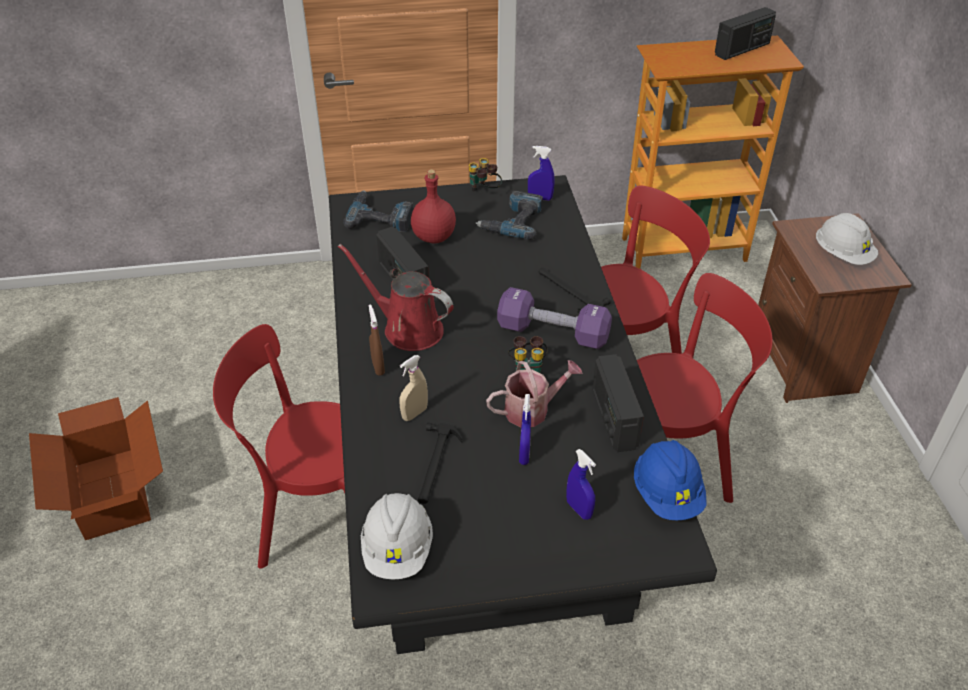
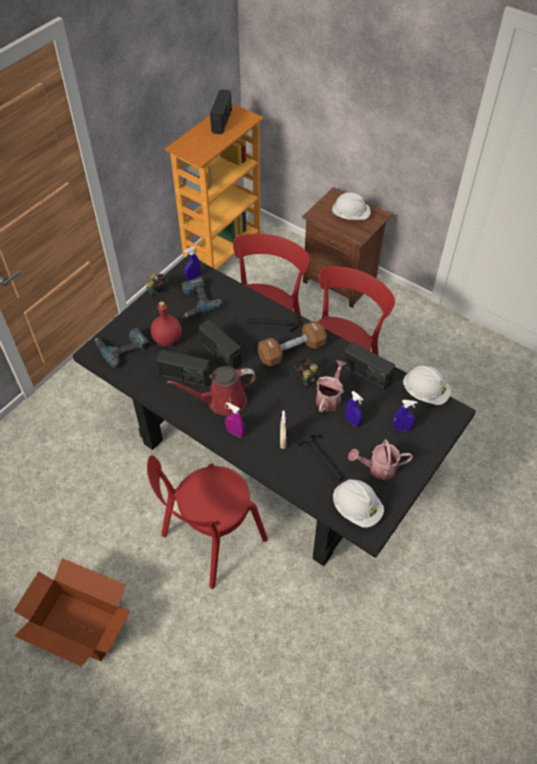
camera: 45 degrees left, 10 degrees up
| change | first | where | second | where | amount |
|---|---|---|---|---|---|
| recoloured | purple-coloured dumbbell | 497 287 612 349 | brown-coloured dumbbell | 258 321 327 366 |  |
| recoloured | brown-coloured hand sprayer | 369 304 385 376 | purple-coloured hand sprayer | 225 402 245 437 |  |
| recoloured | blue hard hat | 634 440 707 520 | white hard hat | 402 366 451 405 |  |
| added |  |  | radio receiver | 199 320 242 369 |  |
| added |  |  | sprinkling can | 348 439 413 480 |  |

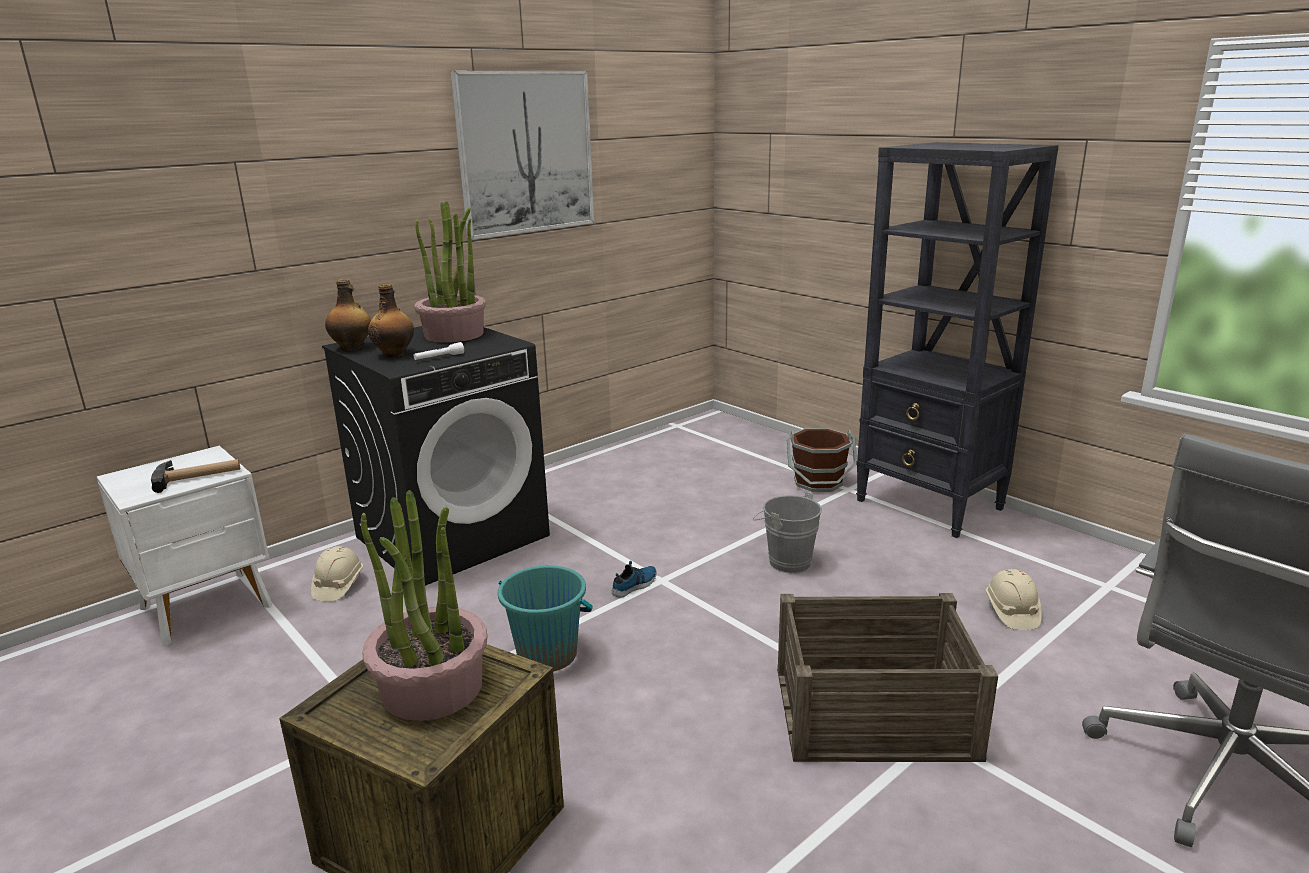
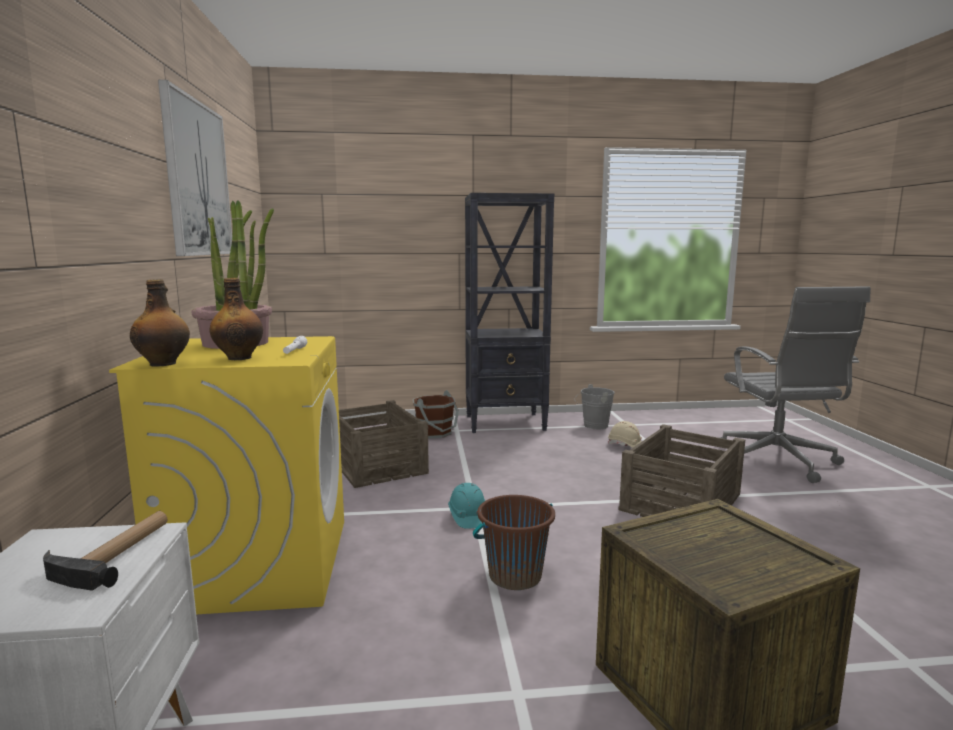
camera: 55 degrees left, 10 degrees down
| change | first | where | second | where | amount |
|---|---|---|---|---|---|
| recoloured | blackish washing machine | 322 326 550 586 | yellow washing machine | 109 336 344 614 |  |
| removed | plant in a pot | 361 490 488 721 |  |  |  |
| moved | gray bucket | 753 491 822 573 |  | 574 384 614 429 |  |
| removed | sand-coloured hard hat | 311 546 363 602 |  |  |  |
| replaced | item of footwear | 612 561 657 598 | turquoise hard hat | 448 483 485 529 |  |
| recoloured | turquoise bucket | 498 565 593 671 | brown-coloured bucket | 473 495 555 590 |  |
| added |  |  | packing crate | 339 400 429 488 |  |

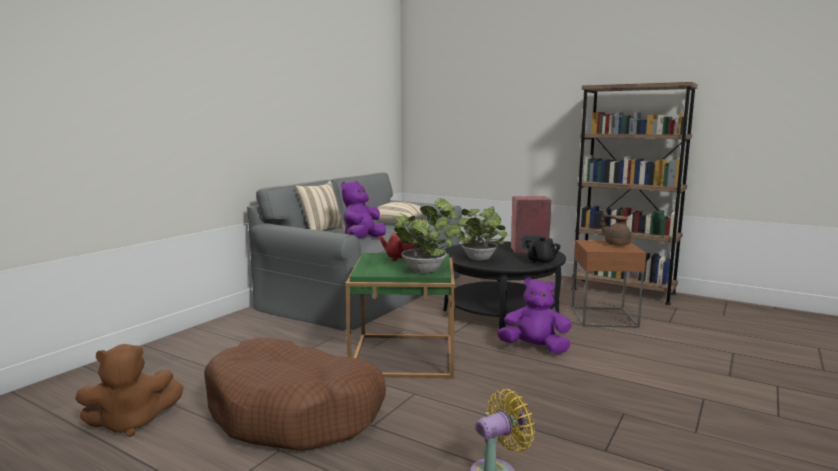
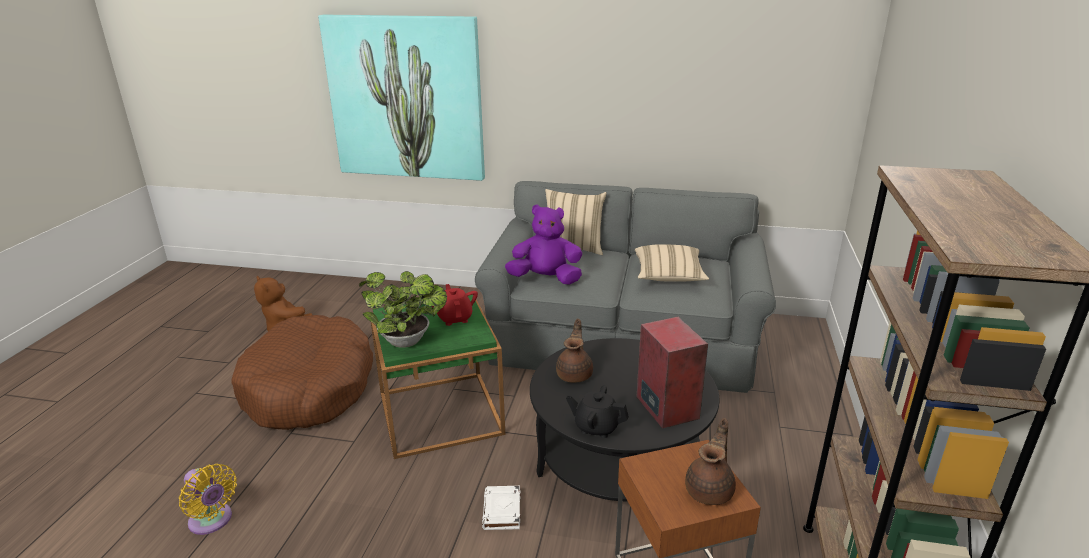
camera: 70 degrees right, 15 degrees up
| change | first | where | second | where | amount |
|---|---|---|---|---|---|
| replaced | plant in a pot | 457 206 508 261 | brown-coloured pot for tea | 556 319 593 383 |  |
| replaced | purple-coloured cuddly toy | 497 277 571 354 | white book | 482 486 520 530 |  |
| added |  |  | wall art | 318 15 485 181 |  |

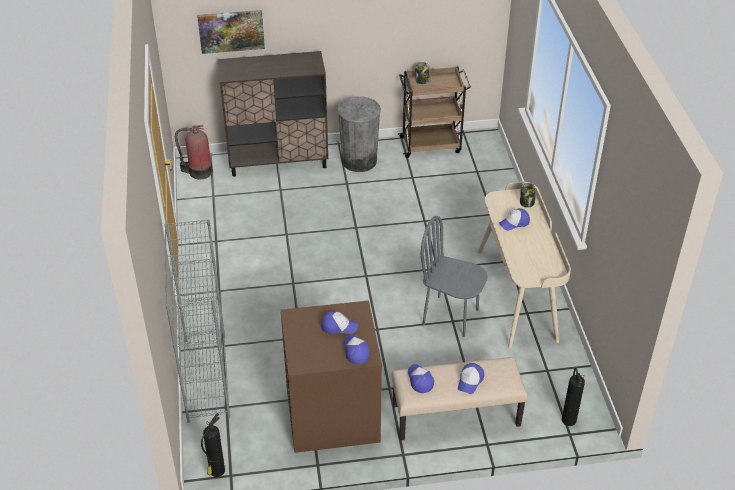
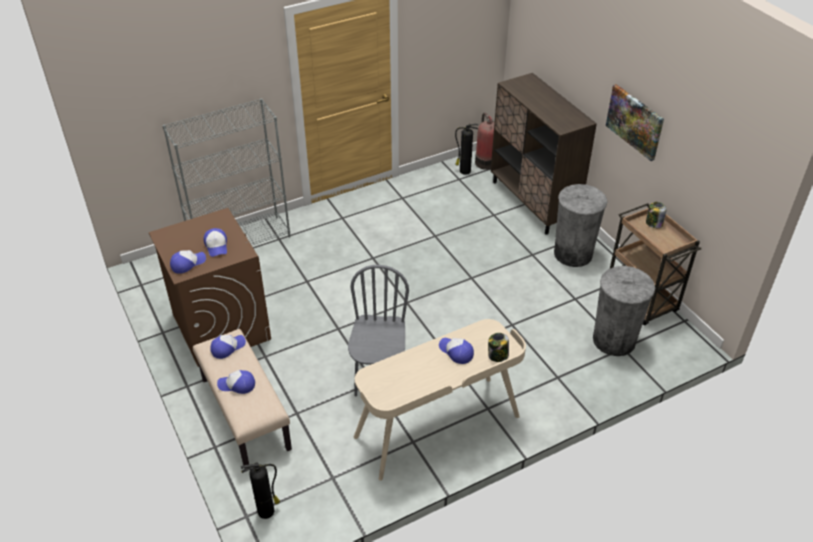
camera: 70 degrees right, 0 degrees up
| change | first | where | second | where | amount |
|---|---|---|---|---|---|
| moved | wall art | 197 10 265 54 |  | 606 84 664 161 |  |
| moved | fire-fighting cylinder | 201 413 225 477 |  | 455 123 478 175 |  |
| added |  |  | gray waste bin | 593 266 655 356 |  |

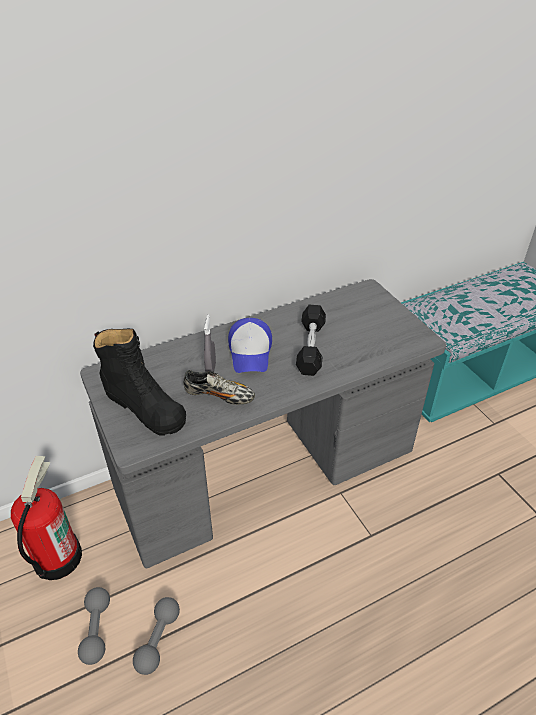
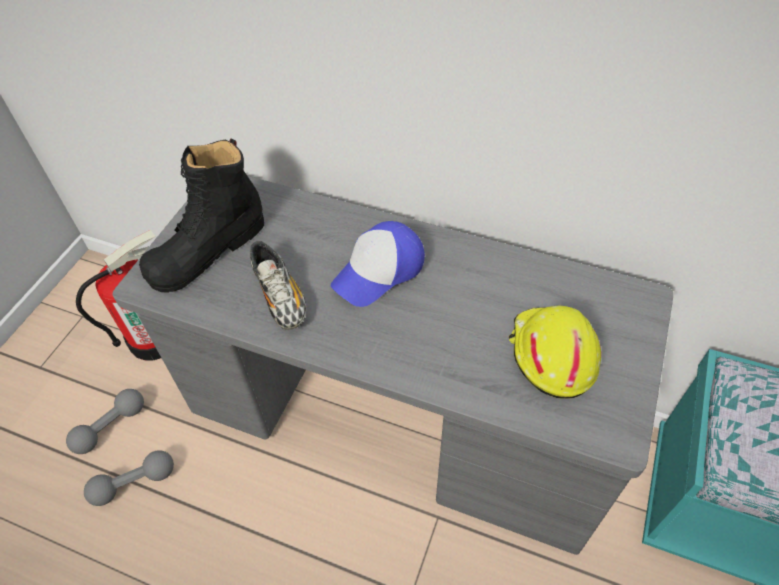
camera: 50 degrees right, 10 degrees up
| change | first | where | second | where | amount |
|---|---|---|---|---|---|
| removed | blackish dumbbell | 296 305 326 376 |  |  |  |
| removed | gray hand sprayer | 204 315 216 372 |  |  |  |
| turned | blackish high-top boot | 93 329 186 435 |  | 139 139 264 293 | 45 degrees clockwise |
| added |  |  | yellow hard hat | 509 305 601 399 |  |

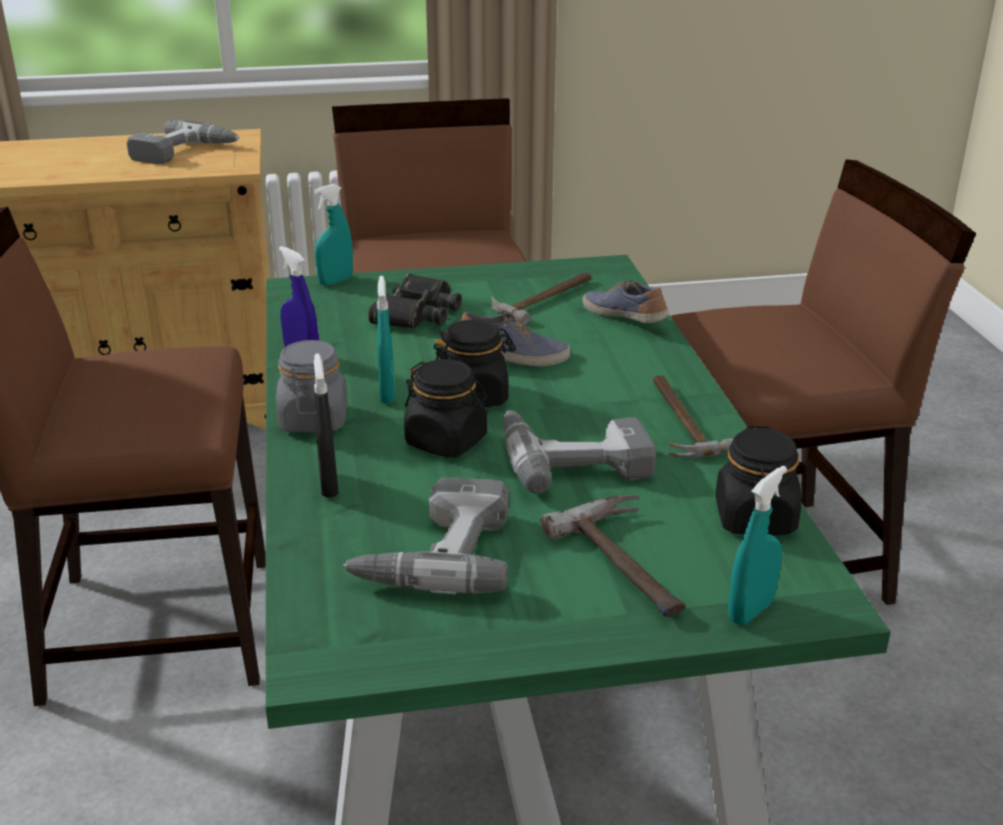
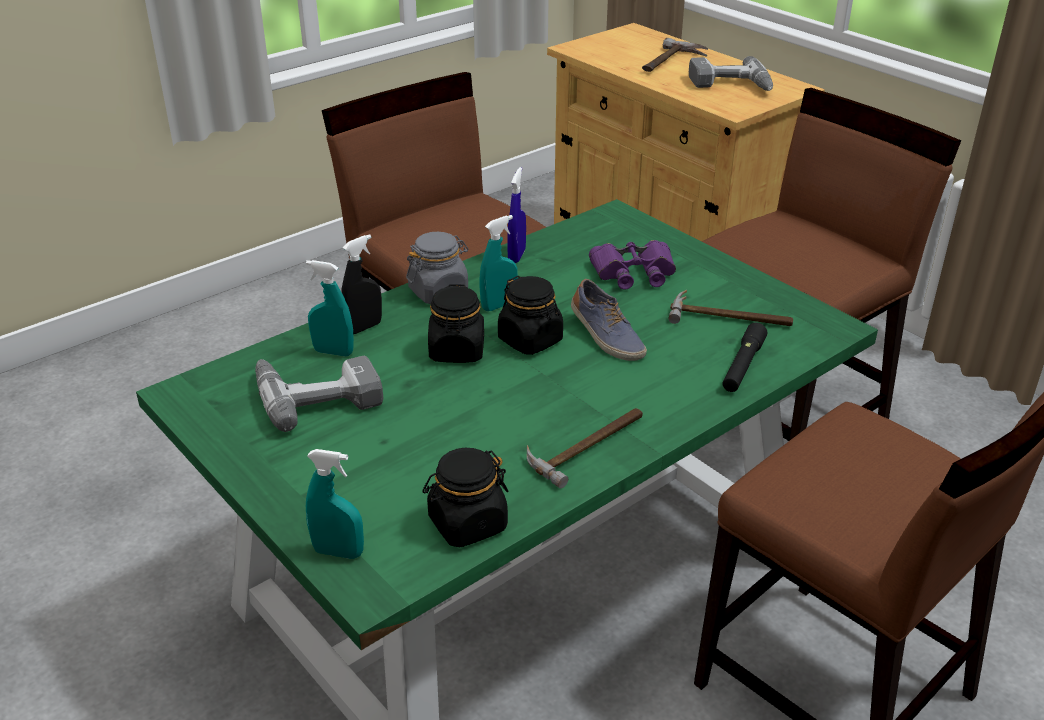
camera: 60 degrees right, 5 degrees up
| change | first | where | second | where | amount |
|---|---|---|---|---|---|
| moved | turquoise hand sprayer | 314 184 353 286 |  | 306 260 354 356 |  |
| recoloured | blackish binoculars | 368 274 462 328 | purple-coloured binoculars | 589 240 676 290 |  |
| replaced | item of footwear | 582 280 669 323 | blackish flashlight | 723 323 767 392 |  |
| removed | drill | 502 410 656 494 |  |  |  |
| moved | hand hammer | 540 495 685 617 |  | 642 38 708 72 |  |

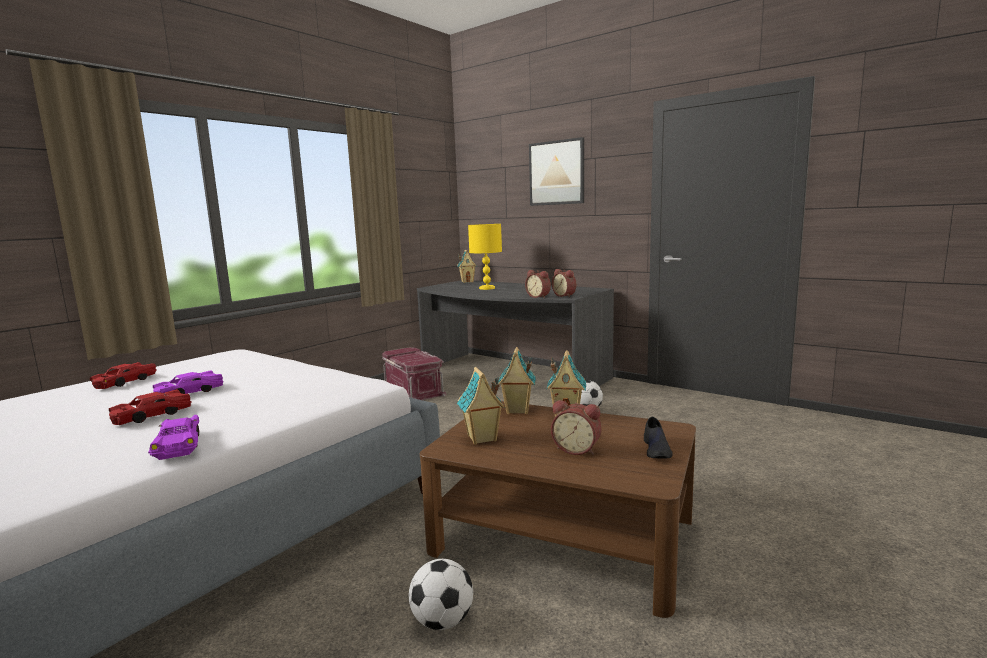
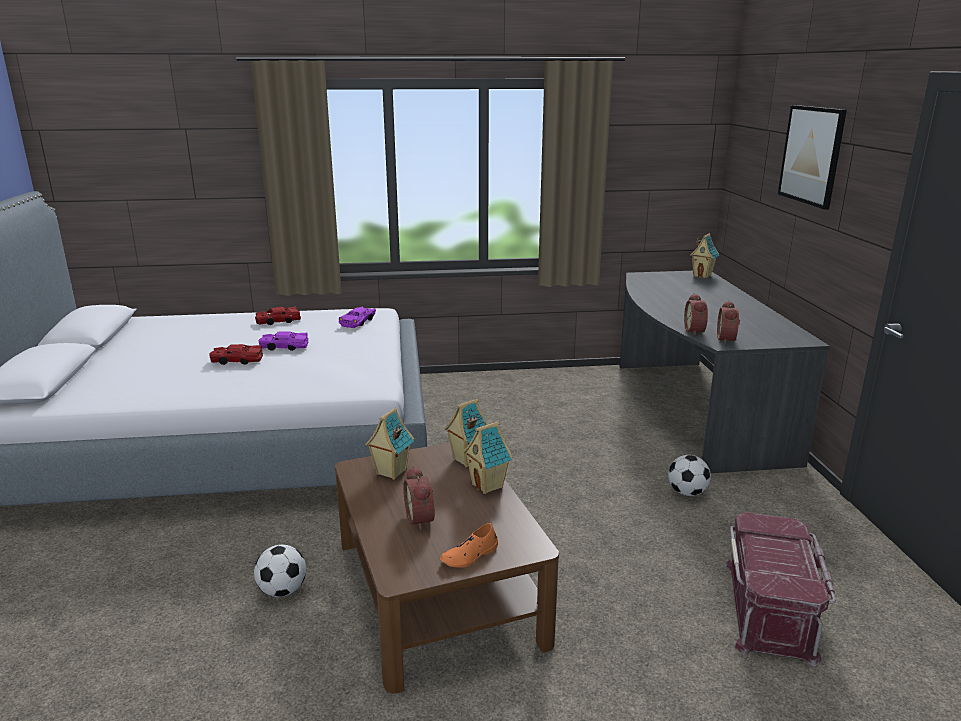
camera: 45 degrees right, 10 degrees up
| change | first | where | second | where | amount |
|---|---|---|---|---|---|
| removed | yellow tabletop lamp | 468 224 502 290 |  |  |  |
| moved | red-coloured storage container | 382 348 447 400 |  | 724 512 836 666 |  |
| moved | purple-coloured miniature car | 148 415 199 460 |  | 338 307 376 328 |  |
| recoloured | blackish item of footwear | 644 417 673 458 | orange item of footwear | 440 523 498 568 |  |

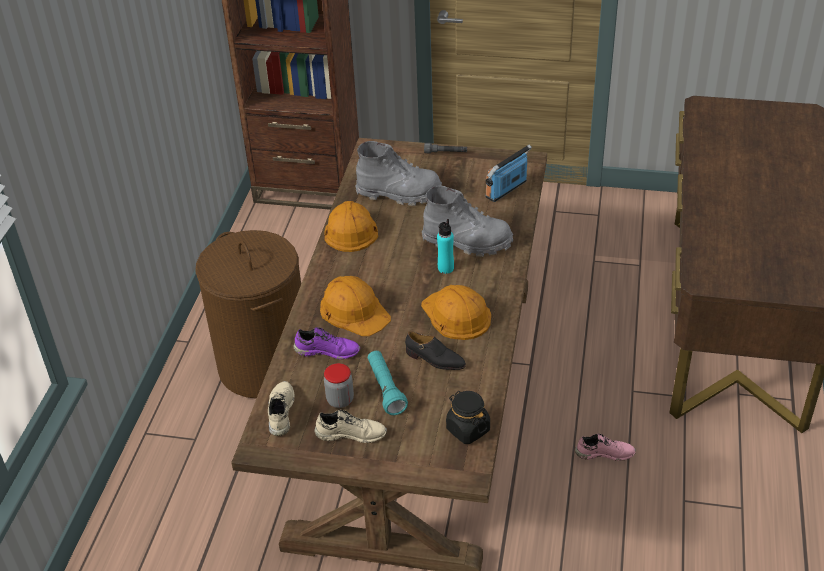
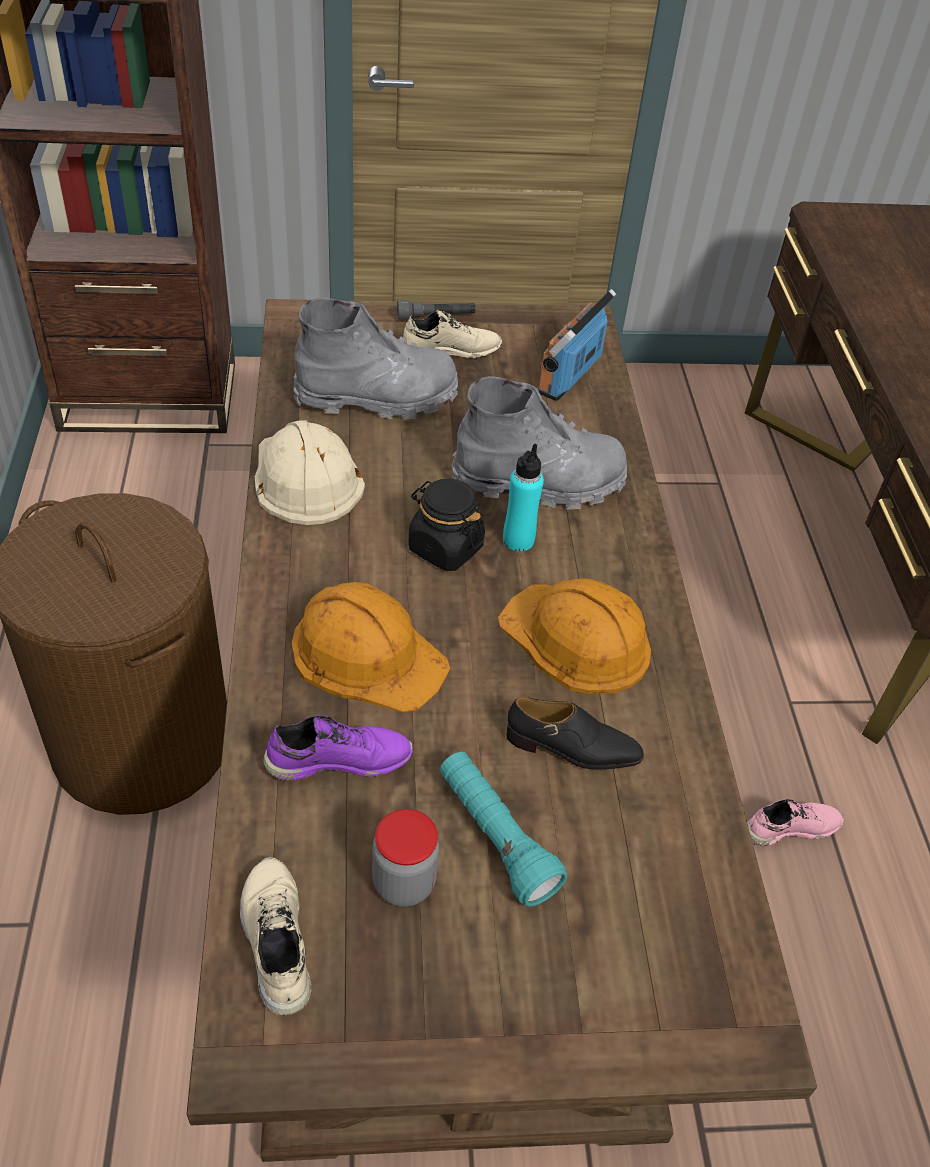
camera: 20 degrees left, 5 degrees up
| change | first | where | second | where | amount |
|---|---|---|---|---|---|
| recoloured | orange hard hat | 325 201 378 252 | sand-coloured hard hat | 255 420 365 525 |  |
| moved | blackish preserve jar | 446 391 490 444 |  | 408 478 485 571 |  |
| moved | sand-coloured item of footwear | 314 410 387 443 |  | 403 309 502 359 |  |

